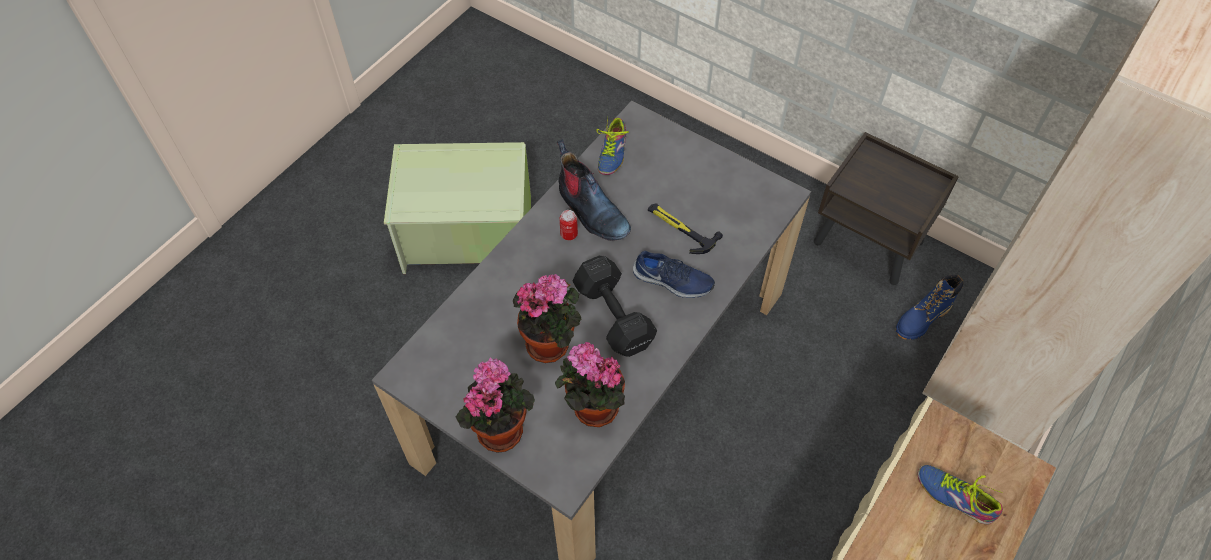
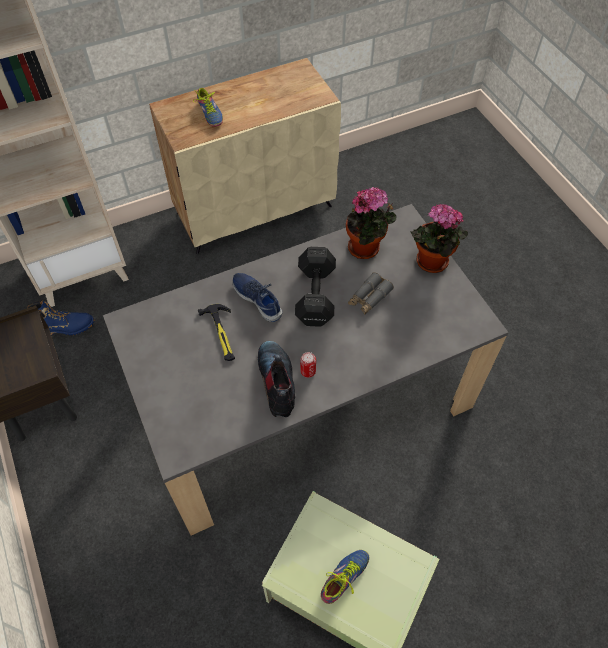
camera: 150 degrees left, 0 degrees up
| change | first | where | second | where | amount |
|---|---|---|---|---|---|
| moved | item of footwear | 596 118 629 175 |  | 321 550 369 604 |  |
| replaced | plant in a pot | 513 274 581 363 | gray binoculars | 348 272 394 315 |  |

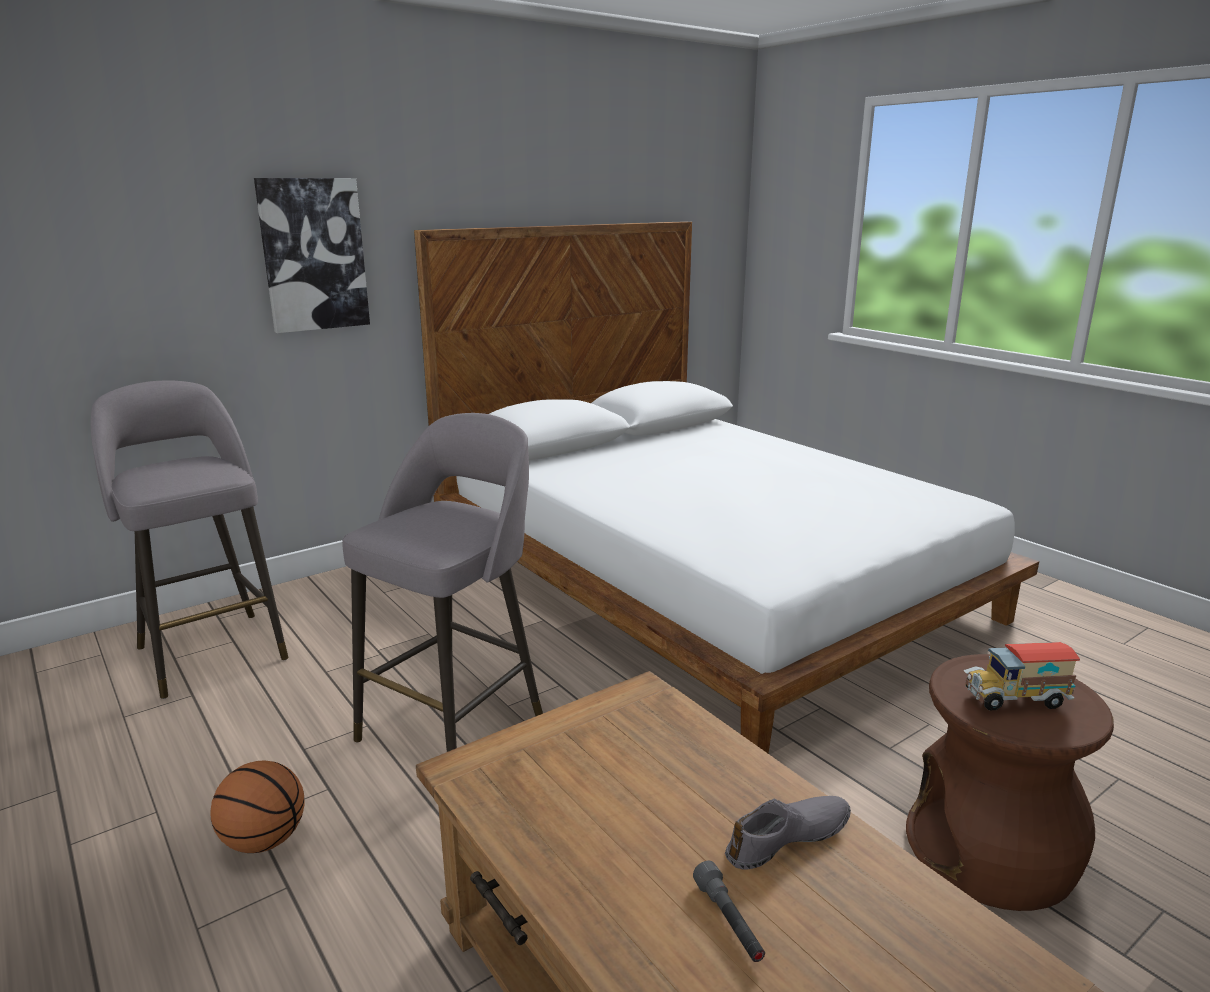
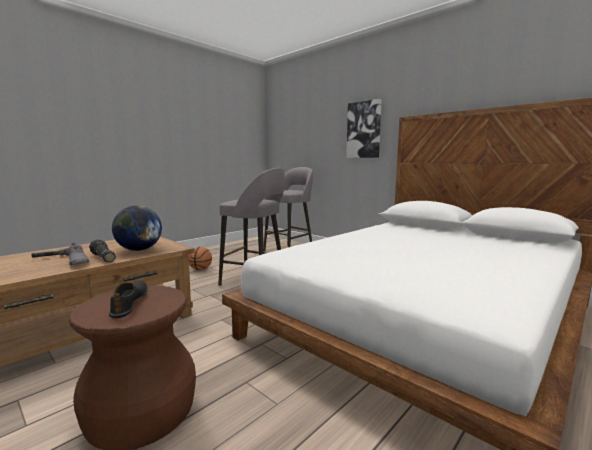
camera: 80 degrees right, 10 degrees down
| change | first | where | second | where | amount |
|---|---|---|---|---|---|
| replaced | model truck | 963 642 1080 710 | blackish item of footwear | 109 280 148 318 |  |
| added |  |  | desk globe | 112 205 162 251 |  |
| added |  |  | flashlight | 89 240 116 262 |  |

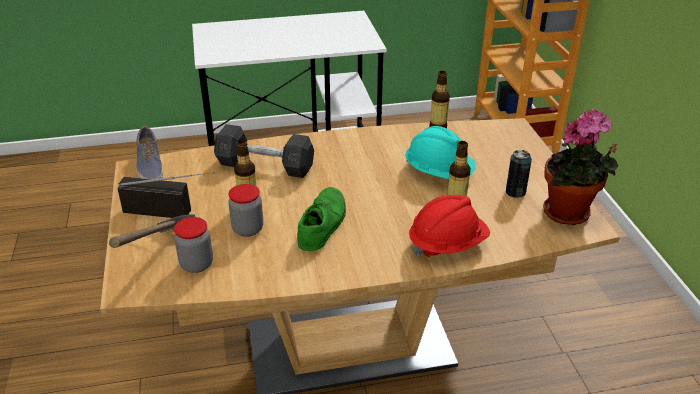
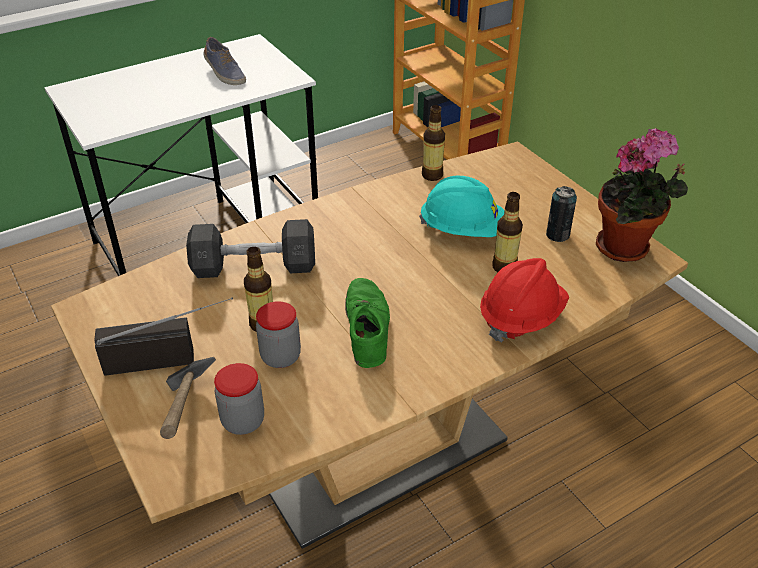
camera: 20 degrees left, 5 degrees up
| change | first | where | second | where | amount |
|---|---|---|---|---|---|
| moved | item of footwear | 136 126 163 179 |  | 204 37 246 85 |  |

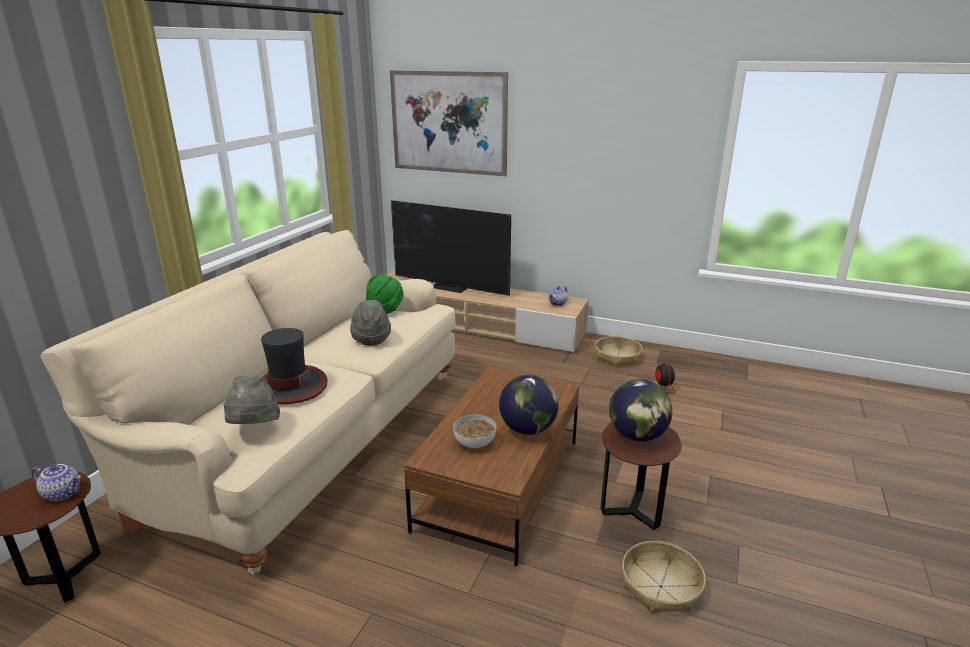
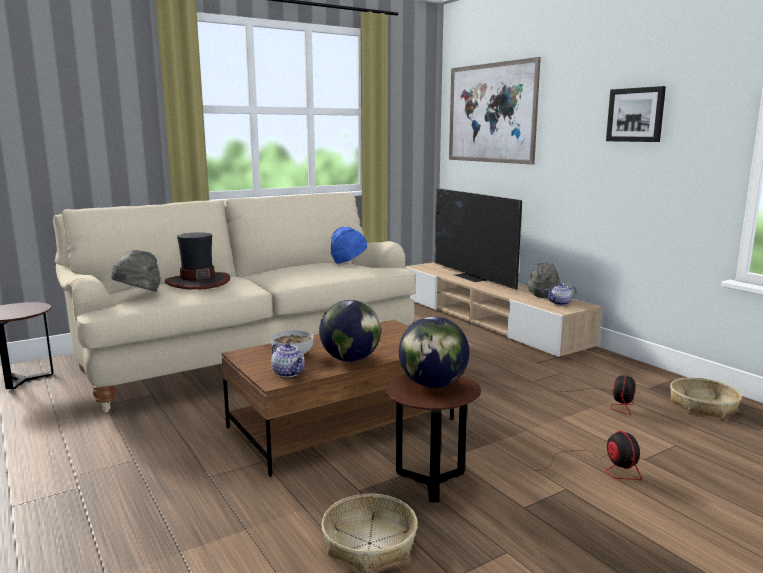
camera: 35 degrees right, 10 degrees down
| change | first | where | second | where | amount |
|---|---|---|---|---|---|
| recoloured | greenish wearable hat | 366 275 404 314 | blue wearable hat | 331 227 367 264 |  |
| moved | gray wearable hat | 350 300 391 346 |  | 528 262 560 298 |  |
| moved | household basket | 595 336 642 367 |  | 670 377 742 419 |  |
| moved | pot for tea | 31 464 81 501 |  | 271 343 305 377 |  |
| added |  |  | wall art | 606 86 666 142 |  |
| added |  |  | electric fan | 535 431 642 480 |  |

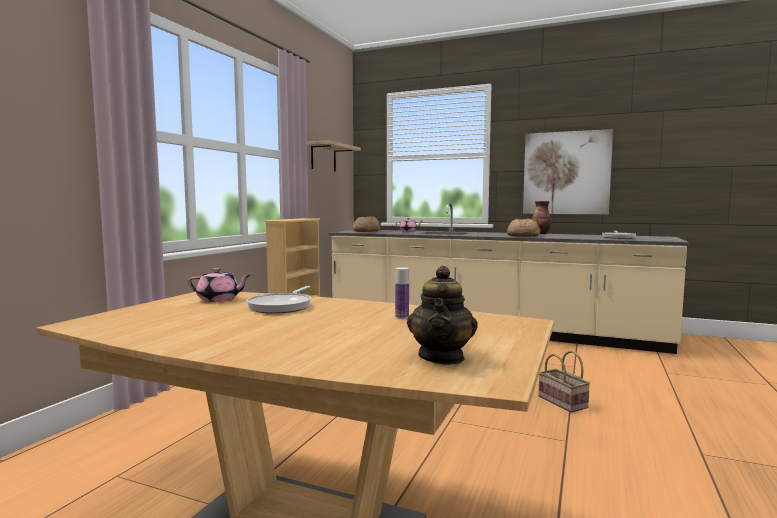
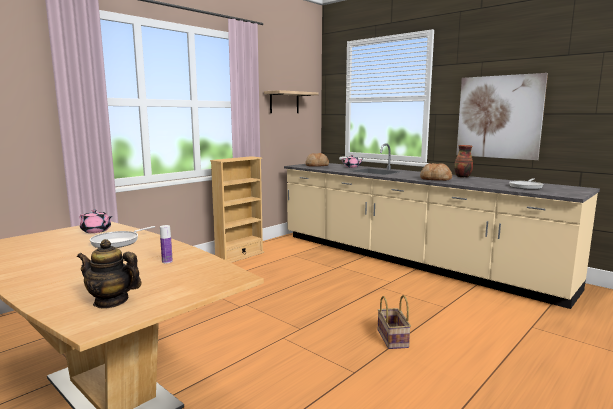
camera: 20 degrees right, 5 degrees up
| change | first | where | second | where | amount |
|---|---|---|---|---|---|
| turned | pot for tea | 407 266 478 365 |  | 77 239 142 309 | 75 degrees clockwise |

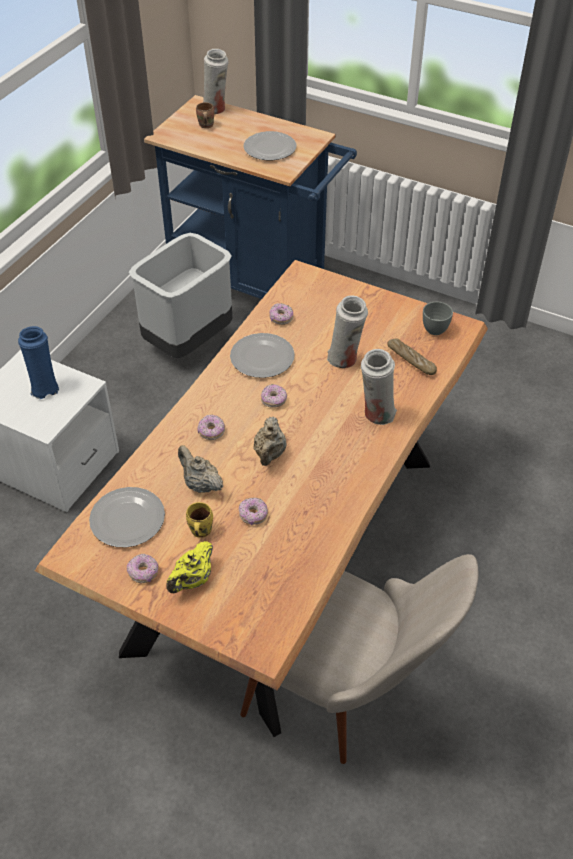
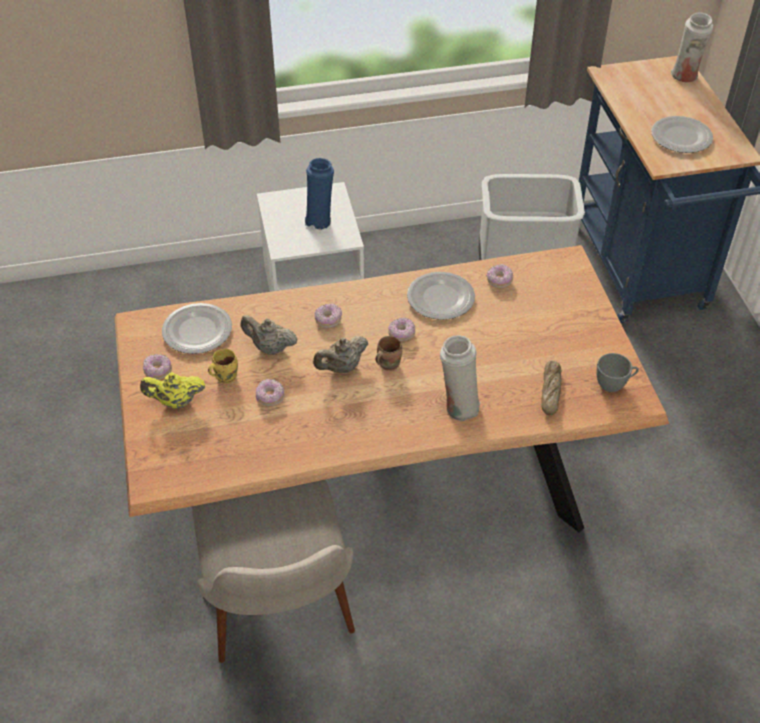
camera: 50 degrees right, 0 degrees up
| change | first | where | second | where | amount |
|---|---|---|---|---|---|
| moved | brown-coloured mug | 196 102 214 128 |  | 376 336 402 371 |  |
| removed | white vase | 327 295 368 368 |  |  |  |
| turned | sand-coloured pot for tea | 178 445 223 493 |  | 240 315 298 355 | 75 degrees counterclockwise |

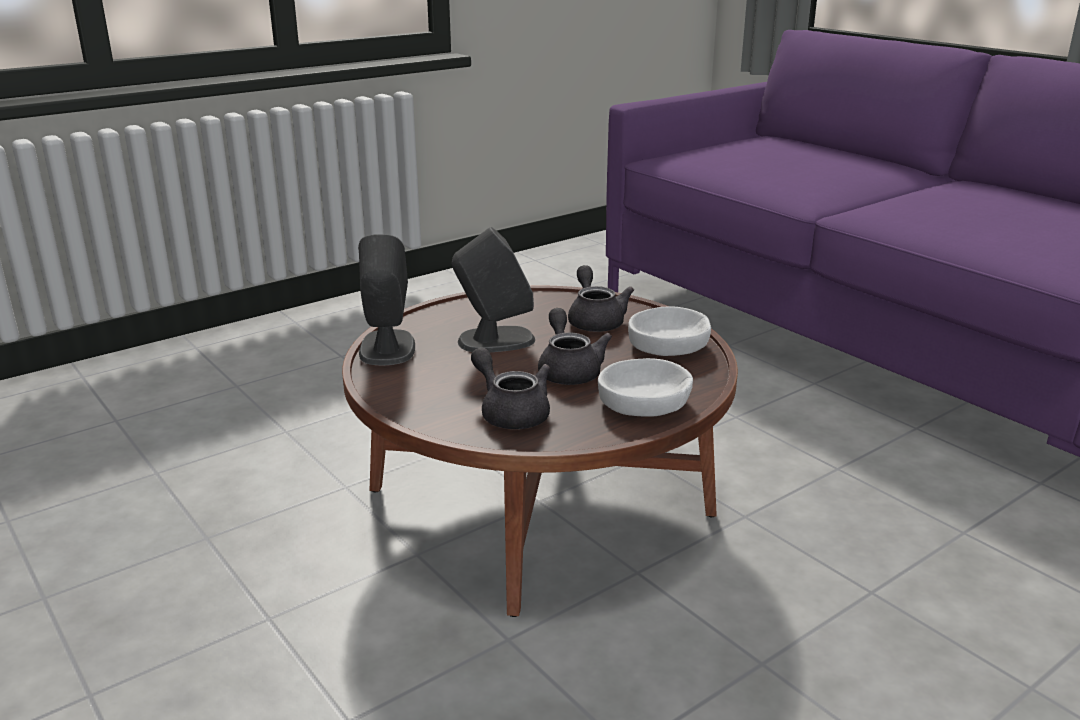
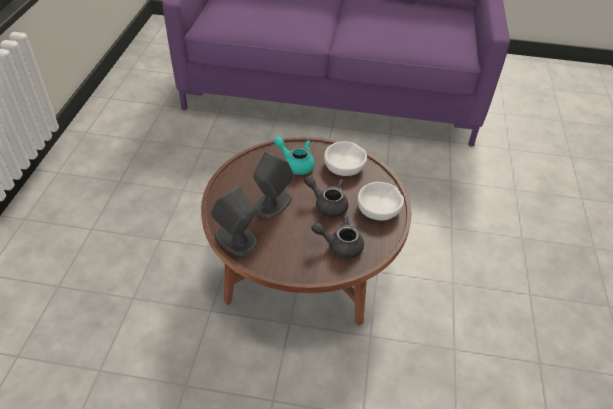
camera: 45 degrees left, 20 degrees up
| change | first | where | second | where | amount |
|---|---|---|---|---|---|
| recoloured | gray pot for tea | 568 265 634 332 | turquoise pot for tea | 274 137 315 175 |  |

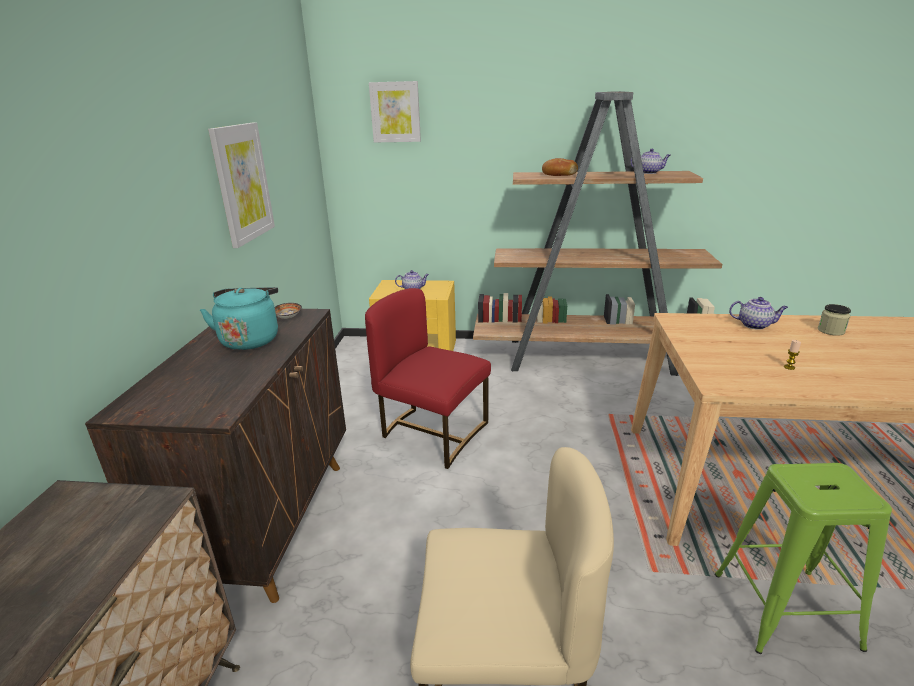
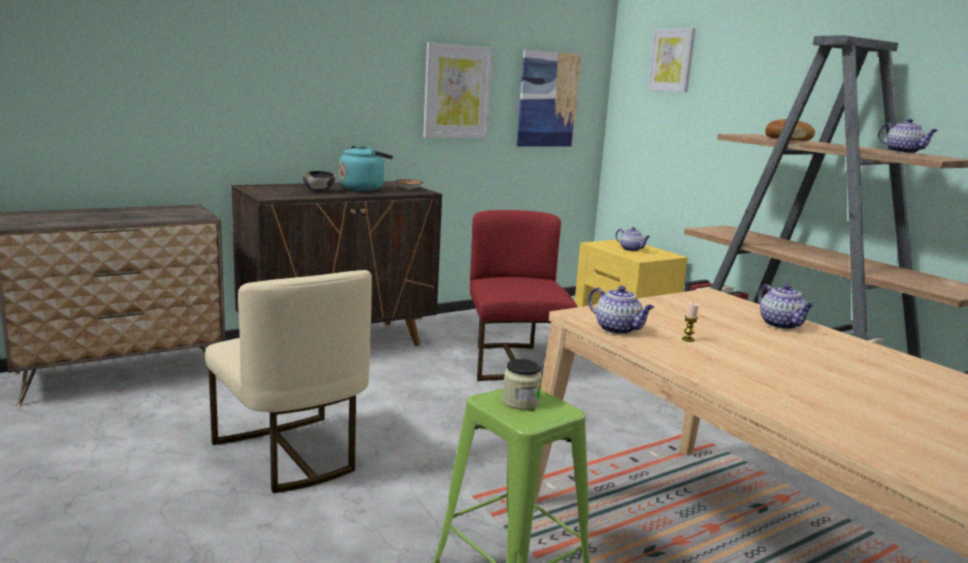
camera: 50 degrees right, 10 degrees down
| change | first | where | second | where | amount |
|---|---|---|---|---|---|
| moved | preserve jar | 818 304 851 336 |  | 502 359 542 410 |  |
| added |  |  | wall art | 517 50 581 147 |  |
| added |  |  | serving bowl | 303 170 336 192 |  |
| added |  |  | pot for tea | 588 286 654 334 |  |

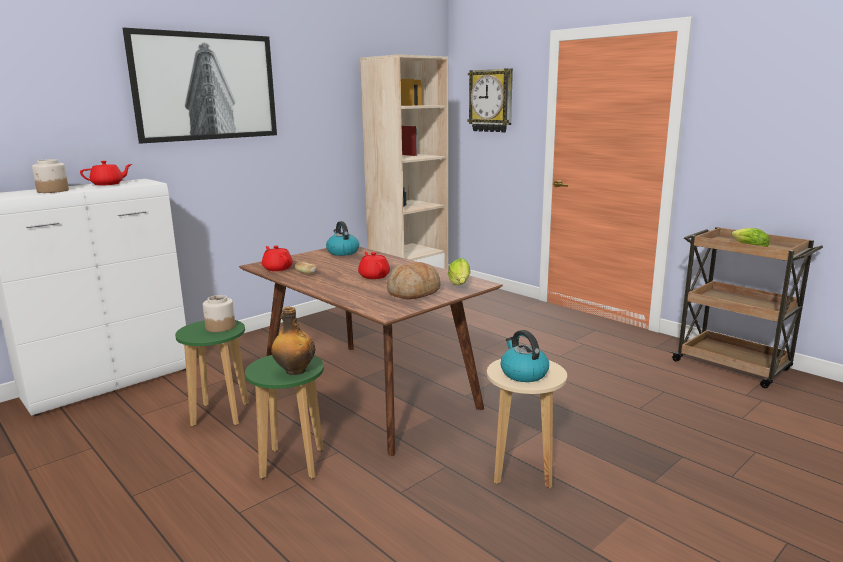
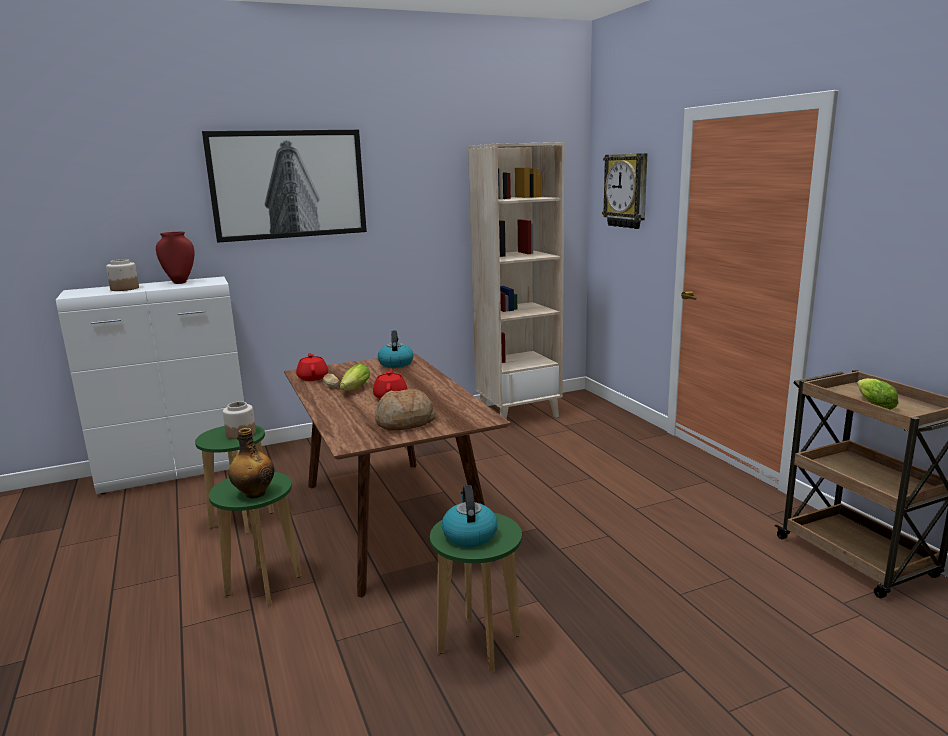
camera: 20 degrees right, 0 degrees up
| change | first | where | second | where | amount |
|---|---|---|---|---|---|
| replaced | red-coloured pot for tea | 80 161 132 186 | red-coloured vase | 156 232 195 284 |  |
| moved | lettuce | 448 258 470 285 |  | 340 364 370 391 |  |
| recoloured | sand-coloured stool | 487 359 567 488 | greenish stool | 430 513 522 673 |  |

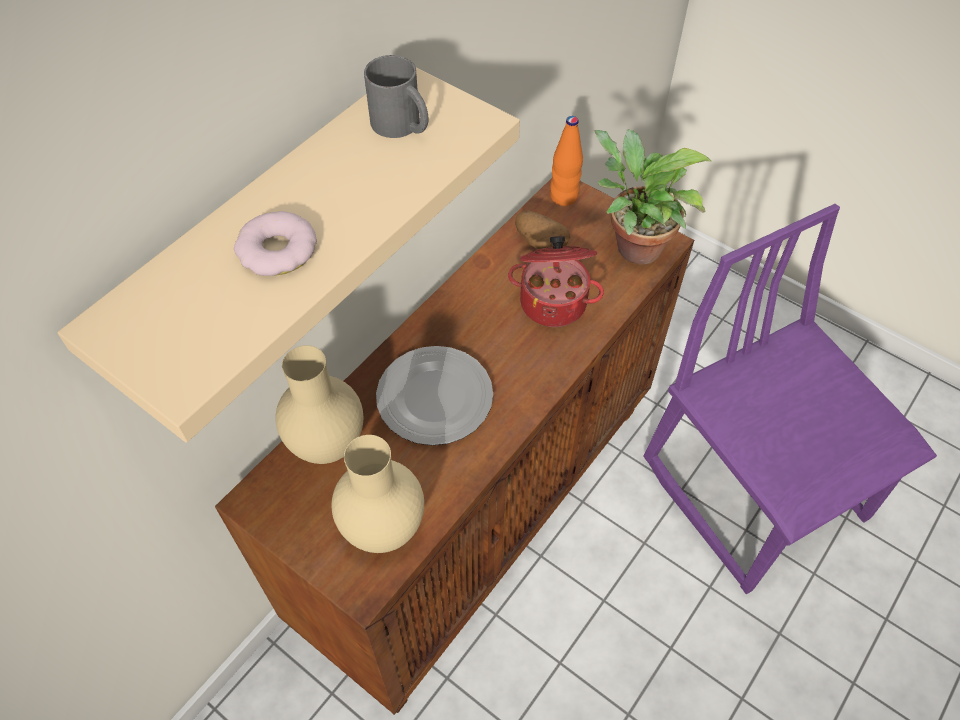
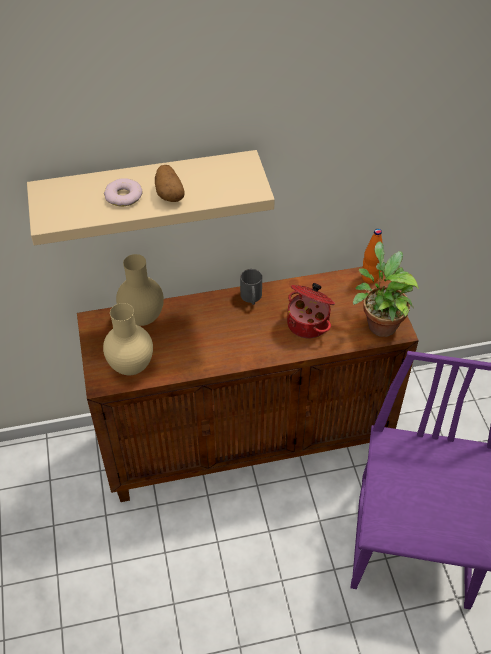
camera: 40 degrees right, 5 degrees down
| change | first | where | second | where | amount |
|---|---|---|---|---|---|
| moved | gray mug | 364 55 428 138 |  | 240 269 262 305 |  |
| moved | whole potato | 515 211 570 249 |  | 155 165 185 202 |  |
| removed | plate | 376 346 493 446 |  |  |  |

